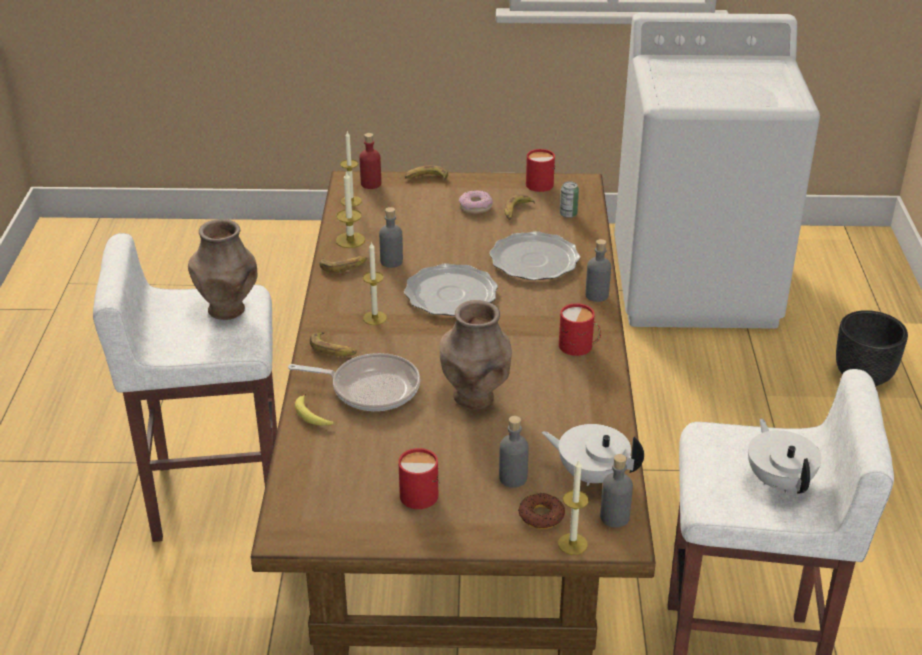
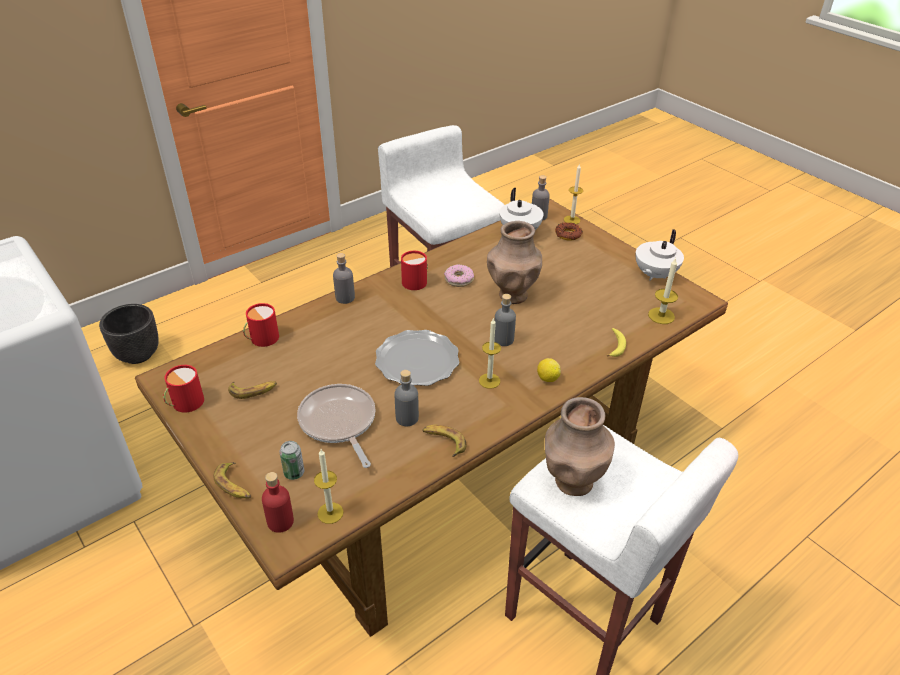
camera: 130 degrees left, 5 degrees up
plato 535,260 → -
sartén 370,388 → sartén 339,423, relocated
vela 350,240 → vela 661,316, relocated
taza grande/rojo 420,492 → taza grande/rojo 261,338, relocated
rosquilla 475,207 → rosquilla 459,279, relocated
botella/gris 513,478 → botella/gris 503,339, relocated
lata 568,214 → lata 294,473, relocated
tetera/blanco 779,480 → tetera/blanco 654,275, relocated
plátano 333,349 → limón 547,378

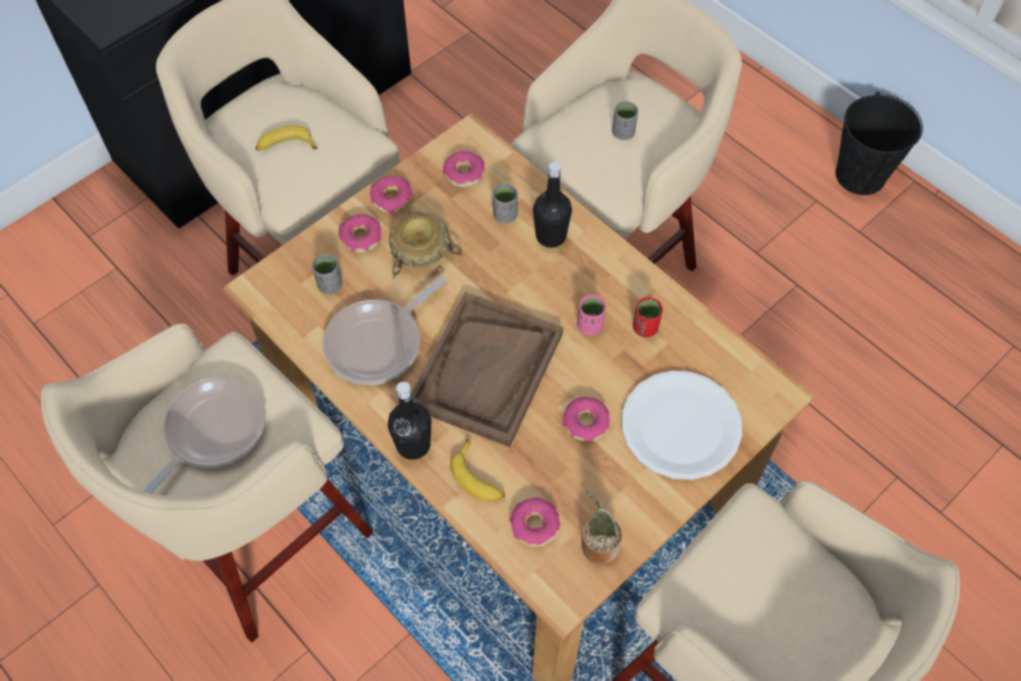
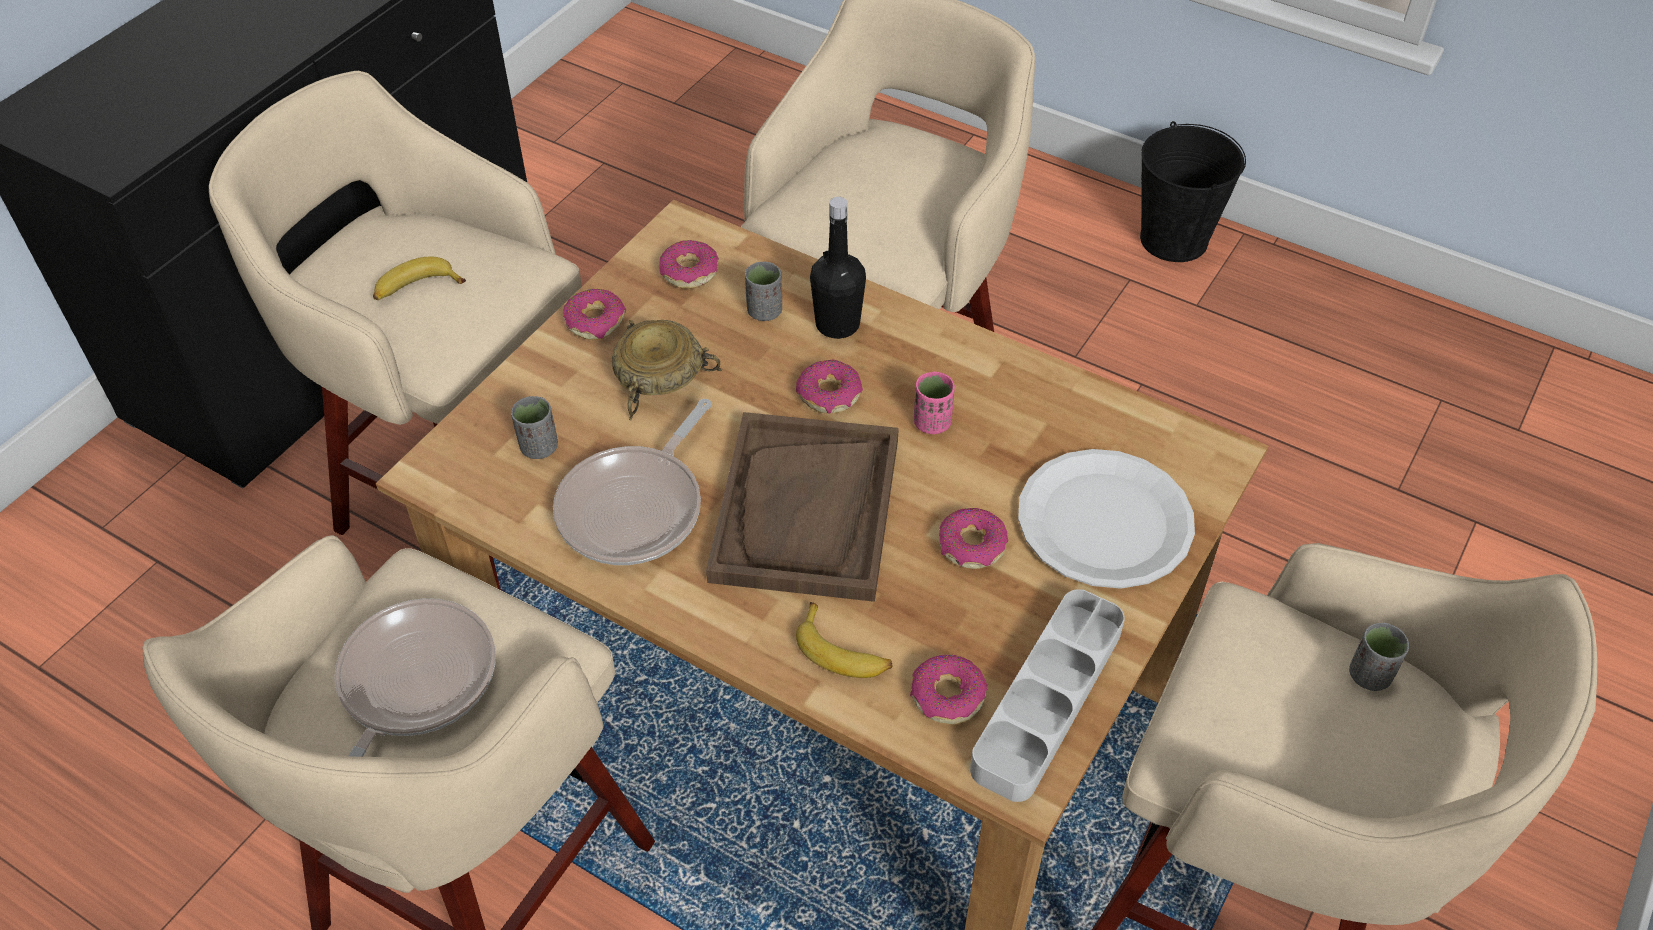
camera: 15 degrees left, 10 degrees down
botella/negro 413,444 → -
taza/rojo 645,328 → -
rosquilla 361,238 → rosquilla 829,395, relocated
taza/gris 623,133 → taza/gris 1369,675, relocated
planta en maceta 598,544 → bandeja/gris 1047,699

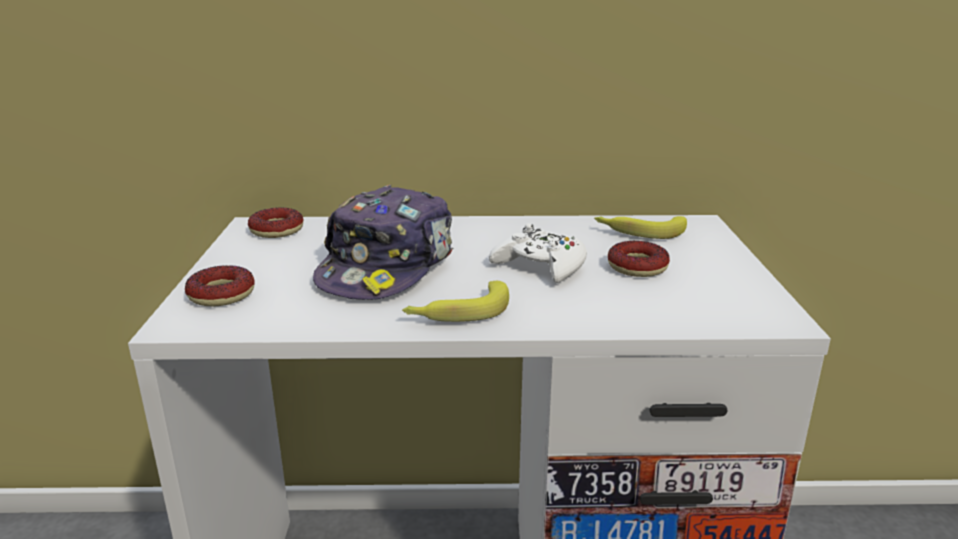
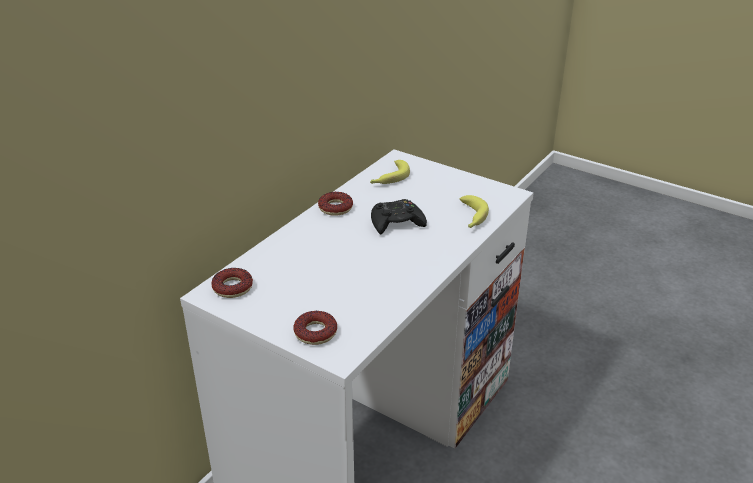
camera: 55 degrees left, 10 degrees up
gorra 388,267 → -
plátano 458,312 → plátano 471,218, relocated
rosquilla 637,267 → rosquilla 335,208, relocated
mando de consola/blanco 540,266 → mando de consola/negro 396,223

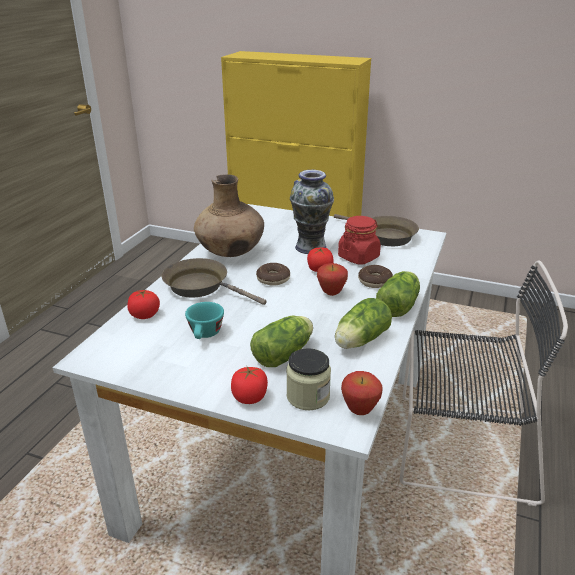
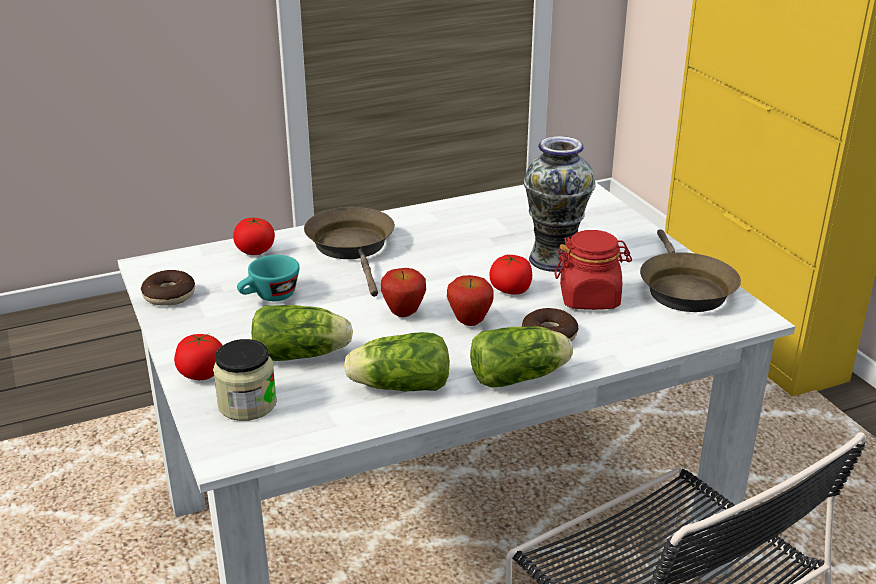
camera: 45 degrees right, 0 degrees up
florero/marrón 231,252 → -
rosquilla 273,279 → rosquilla 169,296, relocated
manzana 360,411 → manzana 404,314, relocated

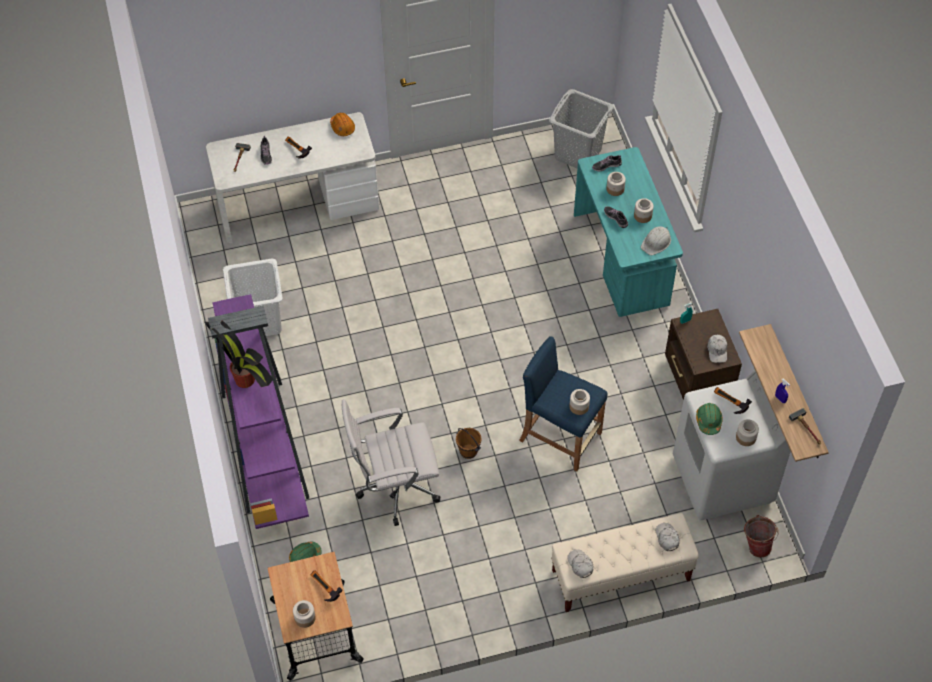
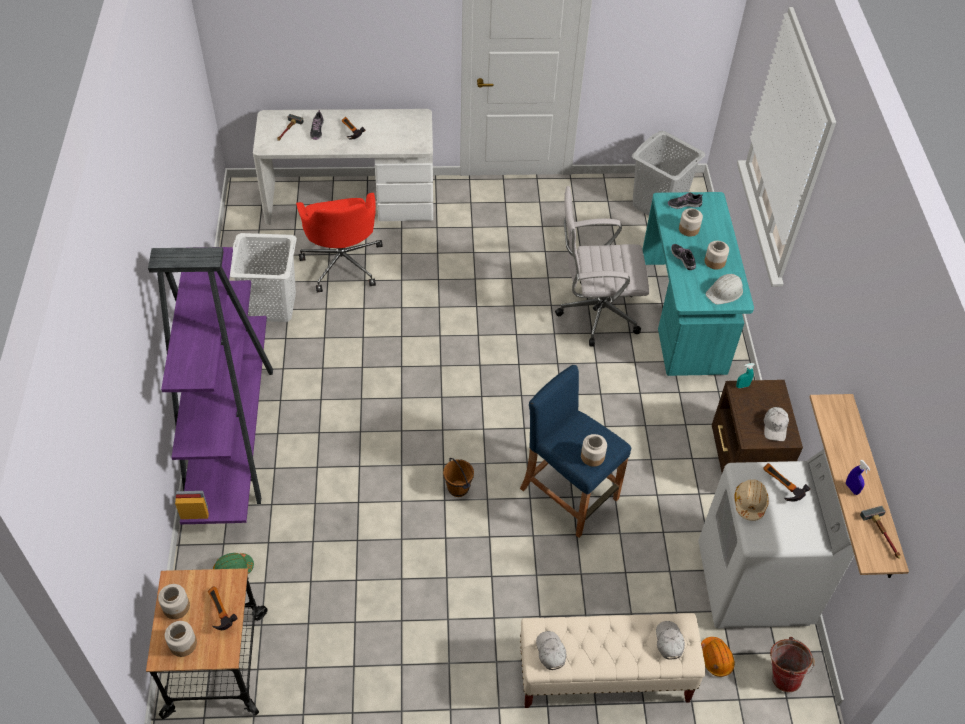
camera: 10 degrees right, 5 degrees down
planta en maceta 245,380 → -
- → silla de oficina/rojo 342,262
casco/naranja 342,127 → casco/naranja 716,659, relocated
silla de oficina/blanco 394,488 → silla de oficina/blanco 595,314, relocated
tarro 746,437 → tarro 176,607, relocated
casco/verde 708,421 → casco/beis 750,502

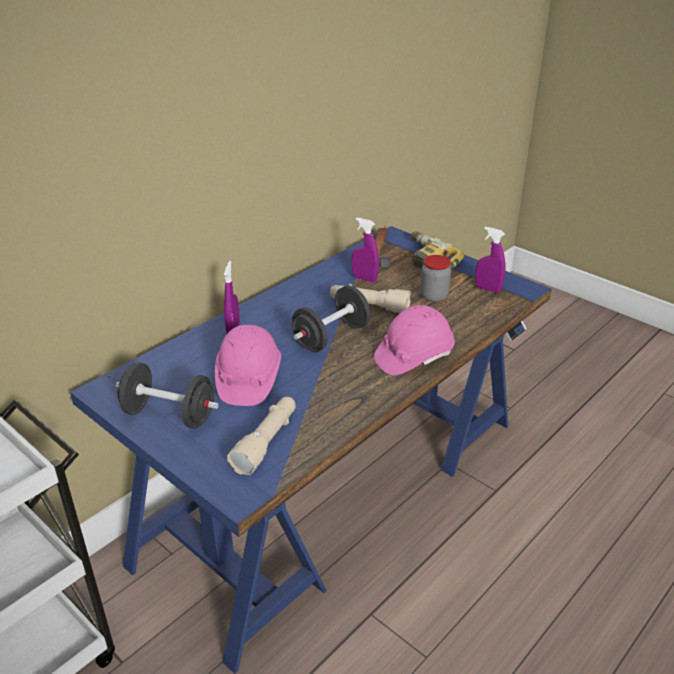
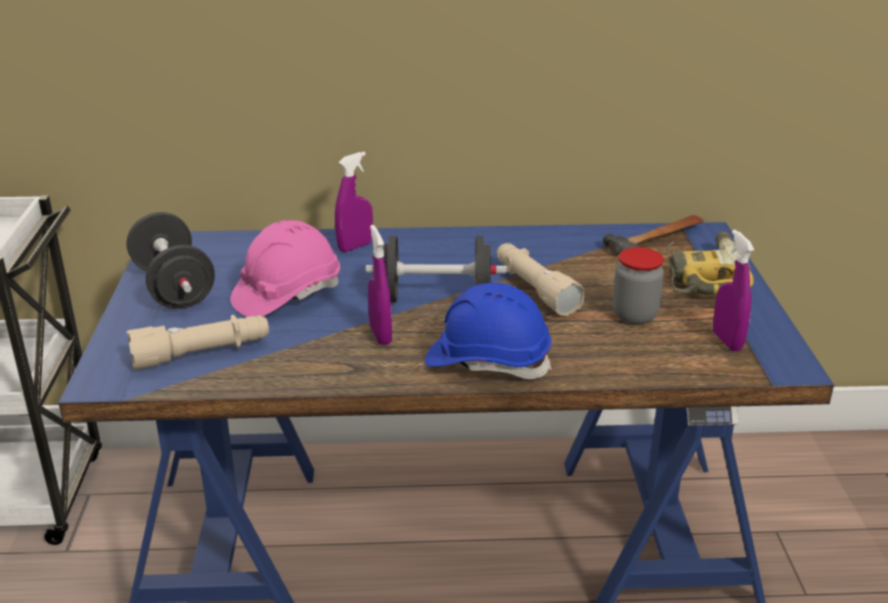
camera: 45 degrees right, 5 degrees down
pulverizador/morado 364,279 → pulverizador/morado 380,335, relocated
casco/rosa 413,357 → casco/azul 487,361

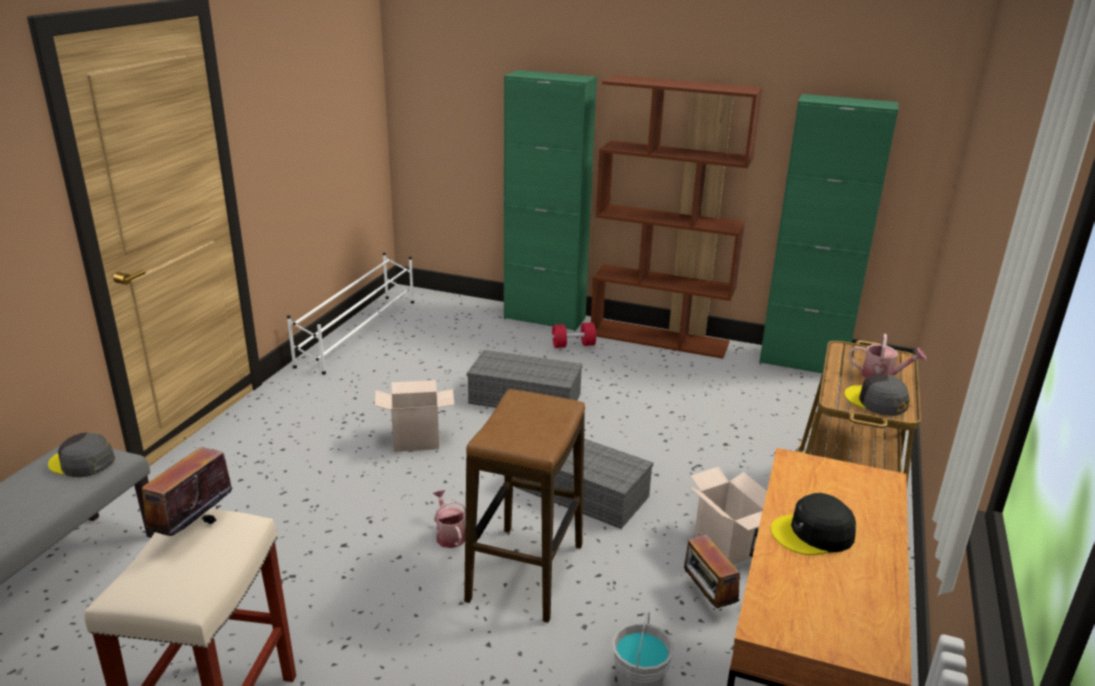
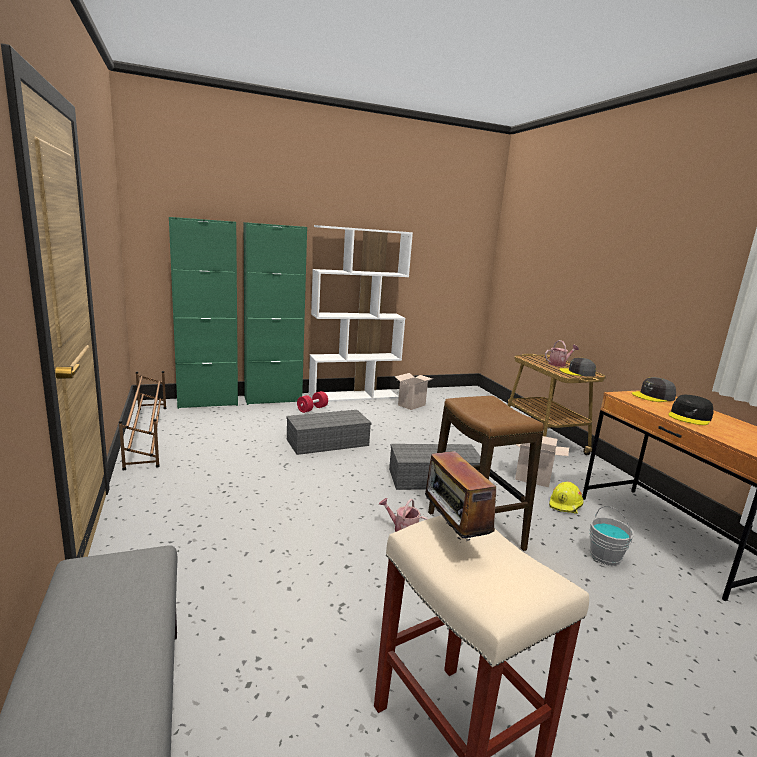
camera: 40 degrees left, 10 degrees down
gorra/gris 82,462 → gorra/gris 653,396, relocated
caja de cartón 418,441 → caja de cartón 411,404, relocated
armario/verde 802,362 → armario/verde 207,403, relocated
radio 707,600 → casco/amarillo 565,505
zapatero/blanco 359,332 → zapatero/marrón 148,434
estantería/marrón 660,338 → estantería/blanco 354,396

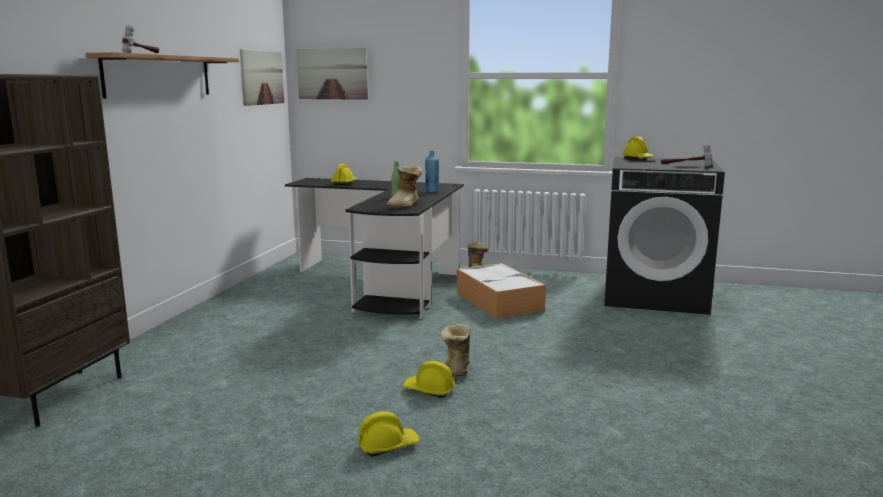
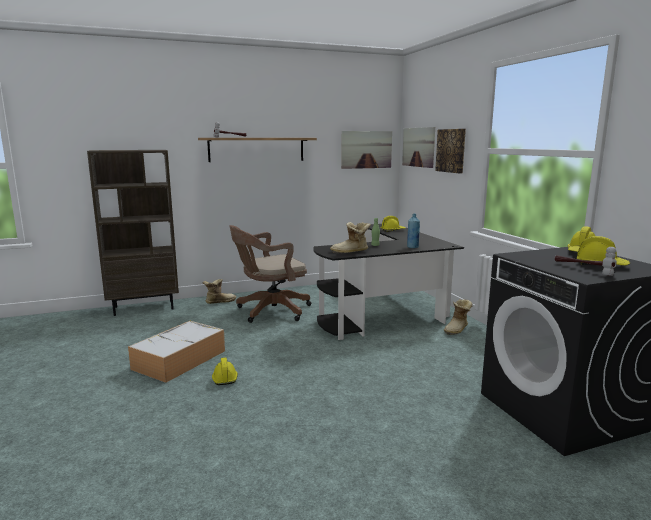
camera: 55 degrees right, 0 degrees up
- → silla de oficina/marrón 270,311
- → cuadro 451,150
casco/amarillo 387,446 → casco/amarillo 601,265, relocated
bota 456,368 → bota 219,302, relocated
caja de almacenaje 500,302 → caja de almacenaje 179,360, relocated

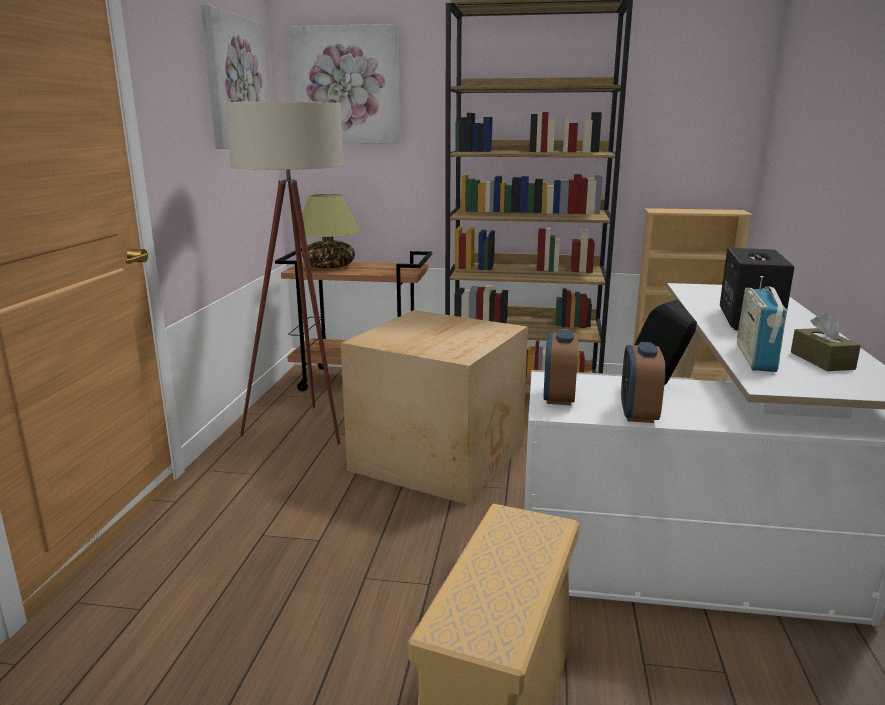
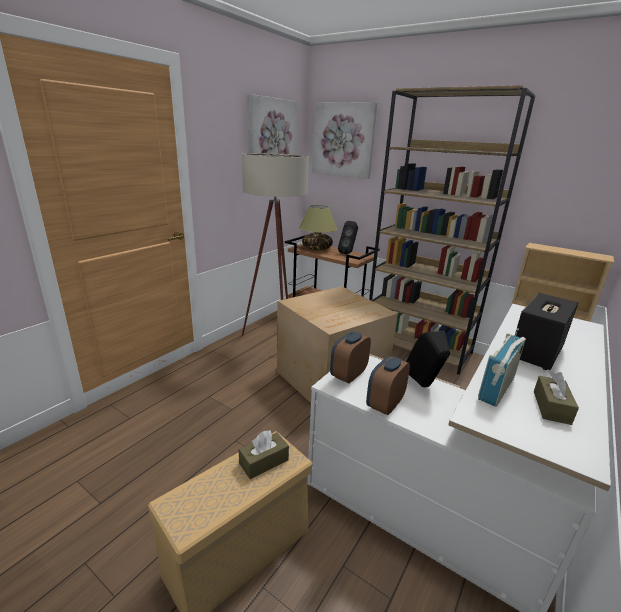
camera: 25 degrees right, 5 degrees up
- → caja de pañuelos/marrón 264,462
- → altavoz/negro 348,253

